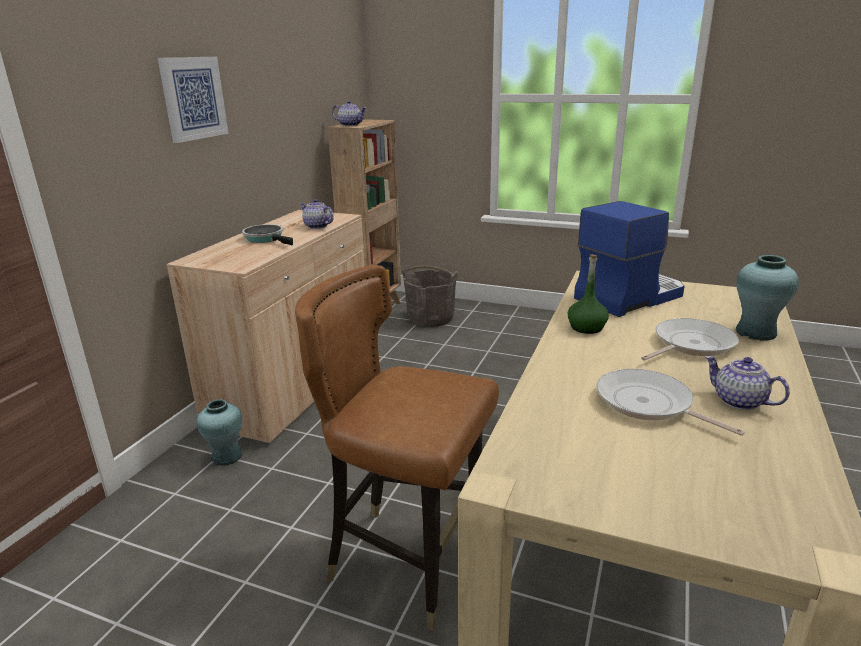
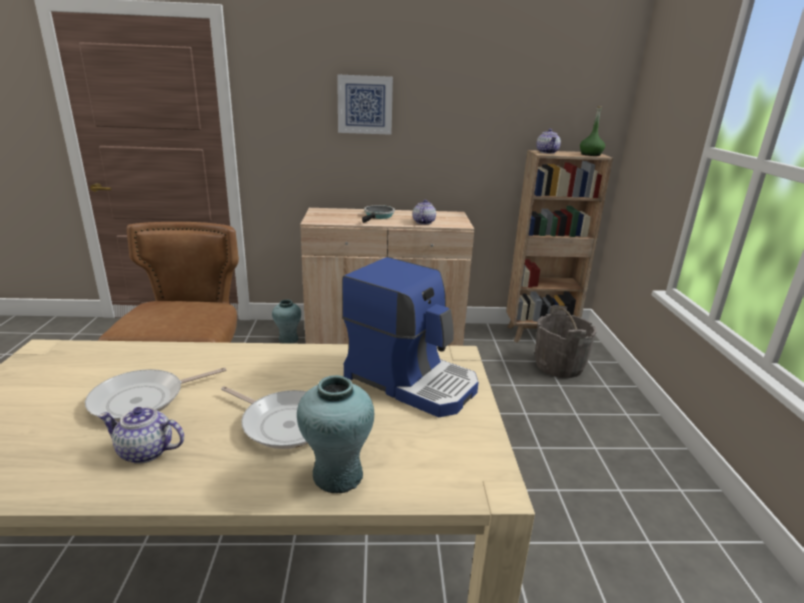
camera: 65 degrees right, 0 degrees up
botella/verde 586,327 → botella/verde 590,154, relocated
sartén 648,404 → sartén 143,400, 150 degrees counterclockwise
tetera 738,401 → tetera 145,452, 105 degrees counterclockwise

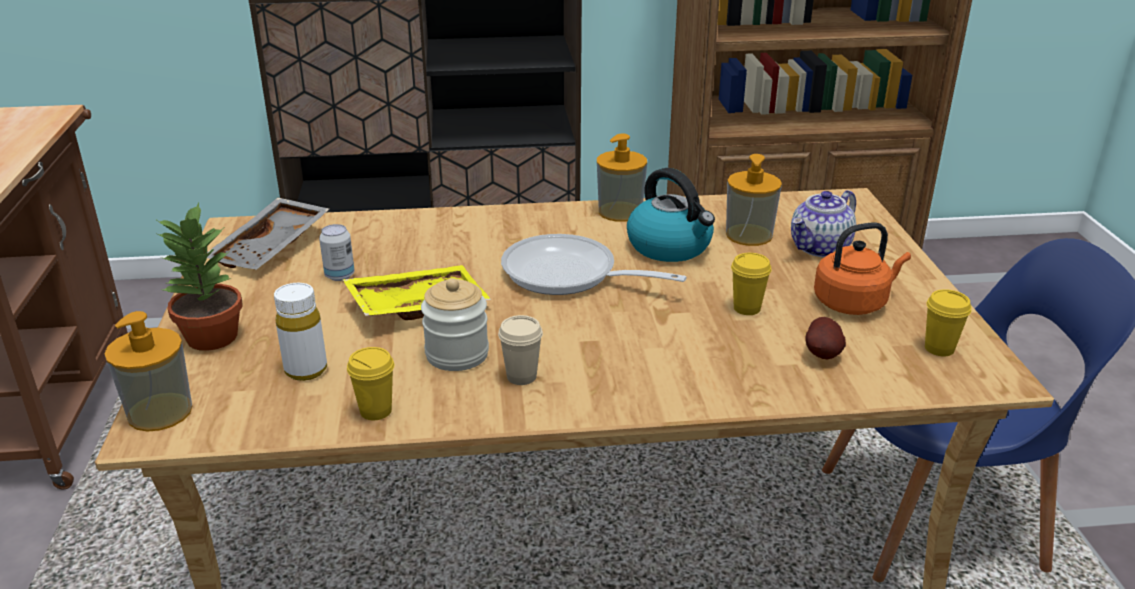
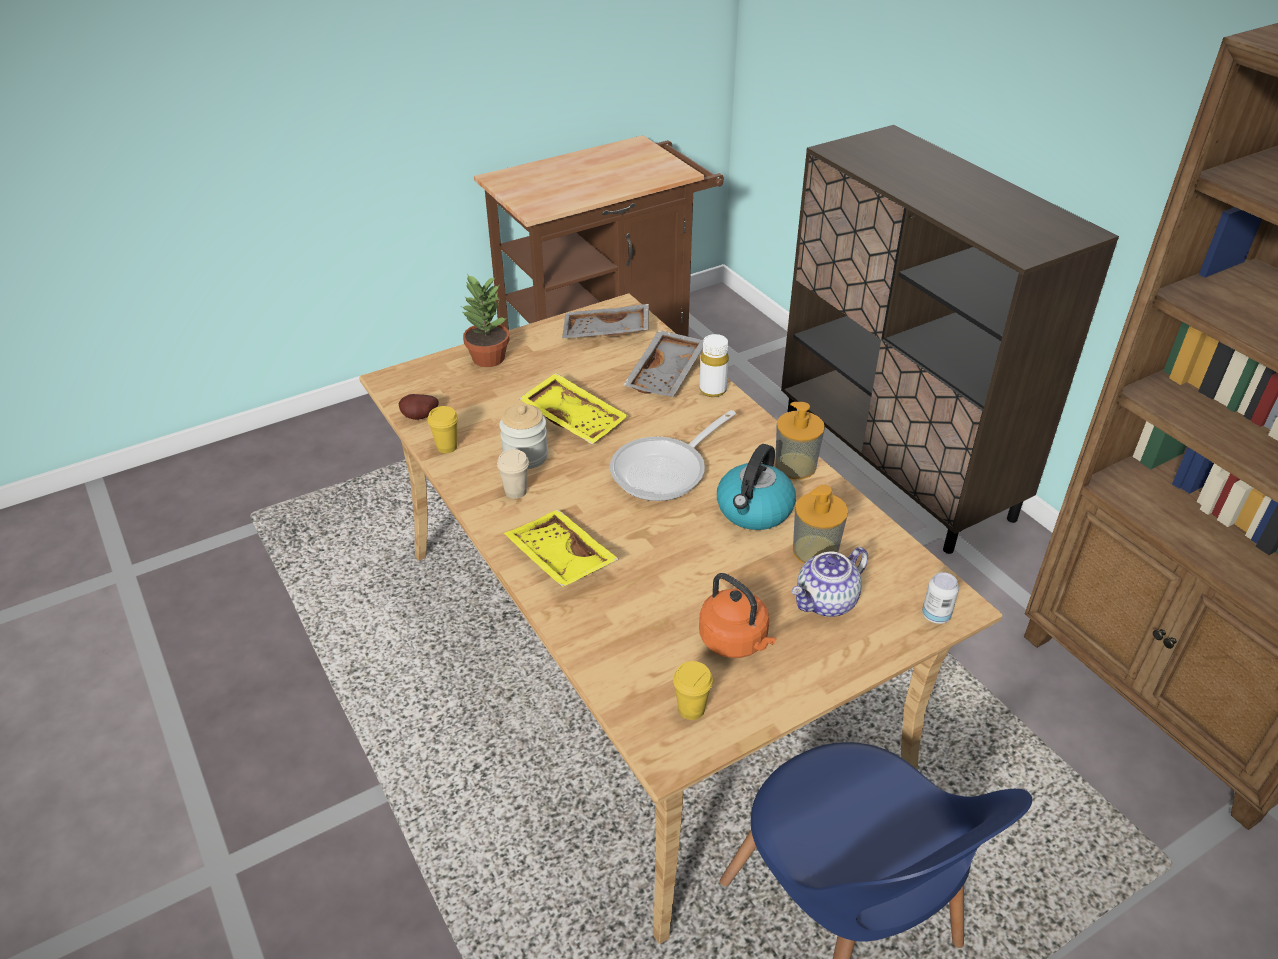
camera: 65 degrees right, 10 degrees up
dispensador de jabón 160,412 → -
taza/amarillo 746,308 → -
- → bandeja/amarillo 558,559
- → bandeja/gris 667,374
botella/blanco 306,370 → botella/blanco 712,390, relocated
lata 339,276 → lata 936,615, relocated
patata 823,355 → patata 420,418, relocated
sartén 568,275 → sartén 665,471, 135 degrees counterclockwise
tetera 820,248 → tetera 826,602, 60 degrees counterclockwise

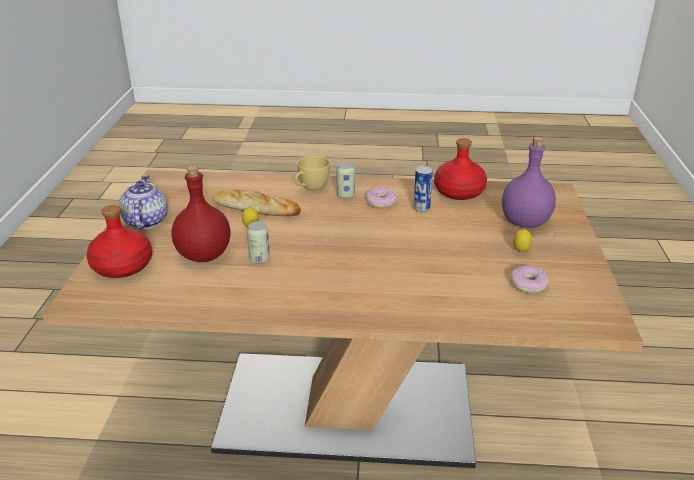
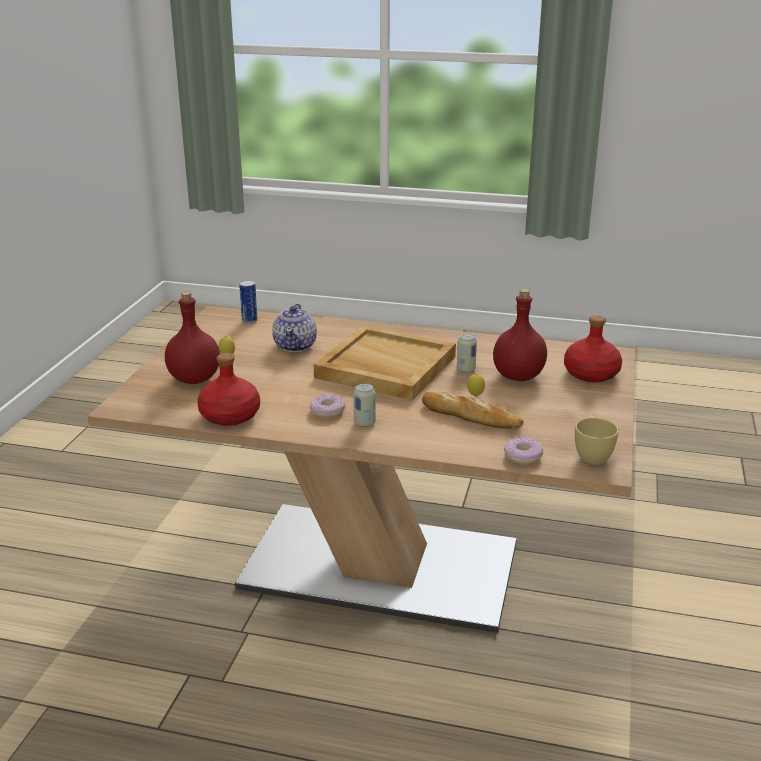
camera: 170 degrees left, 5 degrees down
- → bandeja/beis 384,367
tetera 145,222 → tetera 296,346, relocated
taza/amarillo 311,188 → taza/amarillo 597,457, relocated
lata 421,208 → lata 249,321, relocated
rosquilla 528,284 → rosquilla 522,456, relocated
botella/morado 525,222 → botella/rojo 193,379

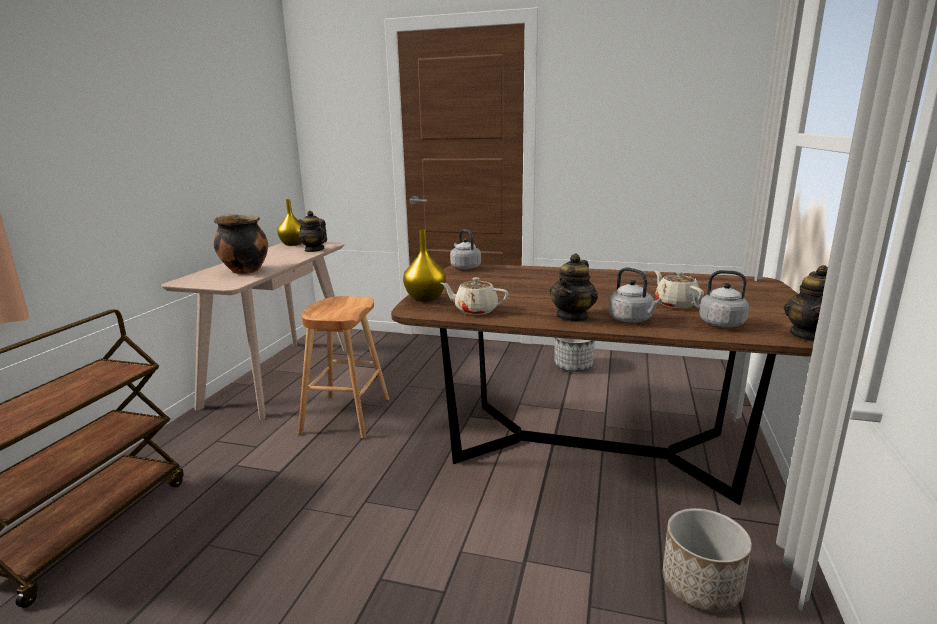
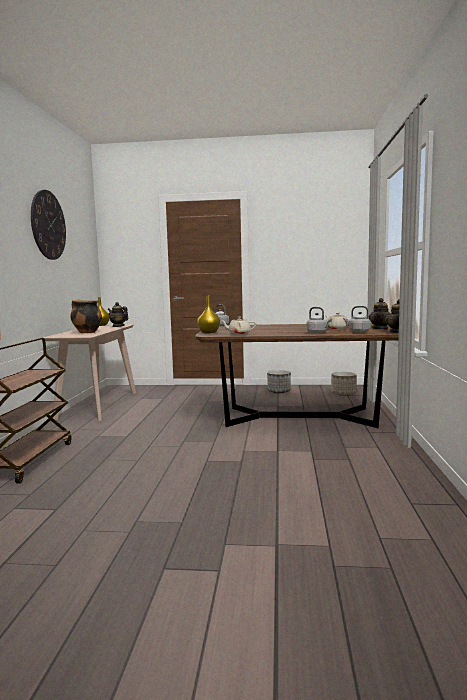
camera: 10 degrees left, 10 degrees down
taburete/marrón 346,415 → -
- → reloj de pared 48,225
tetera 573,317 → tetera 380,329, relocated
maceta 700,586 → maceta 343,394, relocated

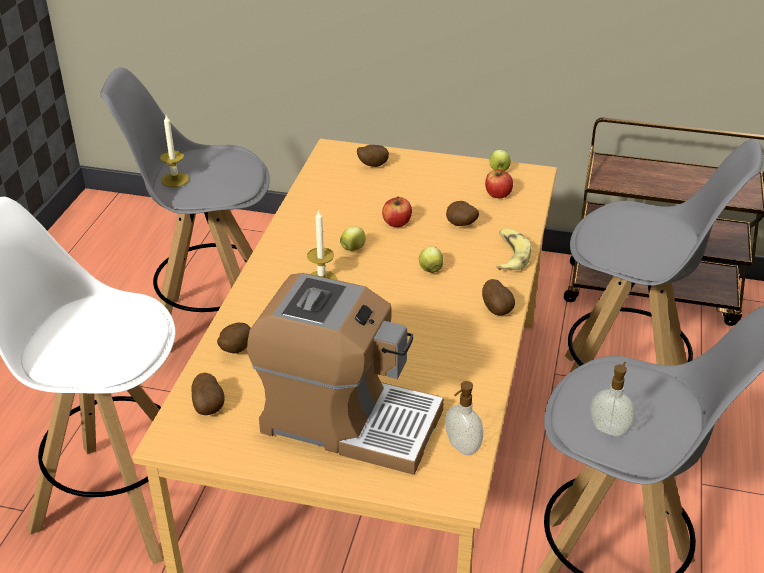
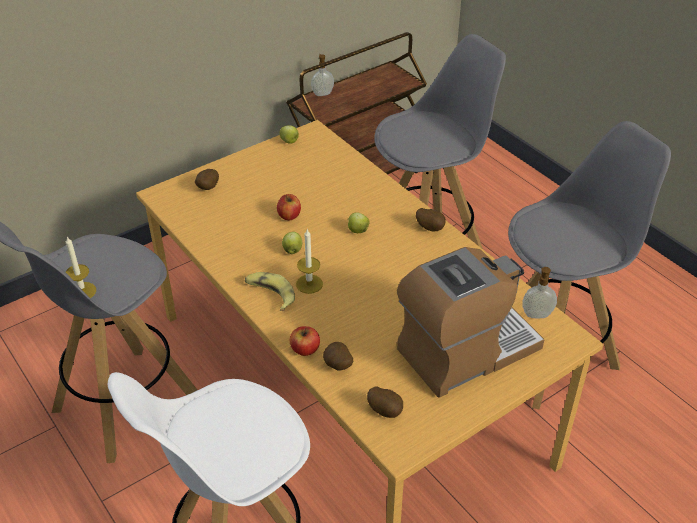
camera: 50 degrees left, 5 degrees up
patata 460,225 → -
manzana 497,194 → manzana 305,349, relocated
plátano 510,255 → plátano 270,294, relocated
dispensador de jabón 609,428 → dispensador de jabón 322,93, relocated

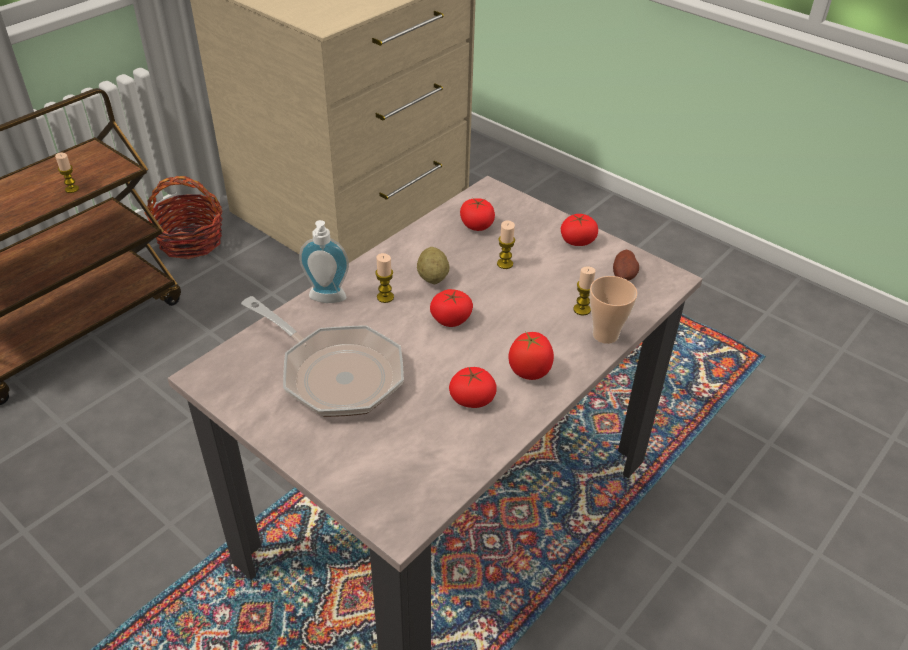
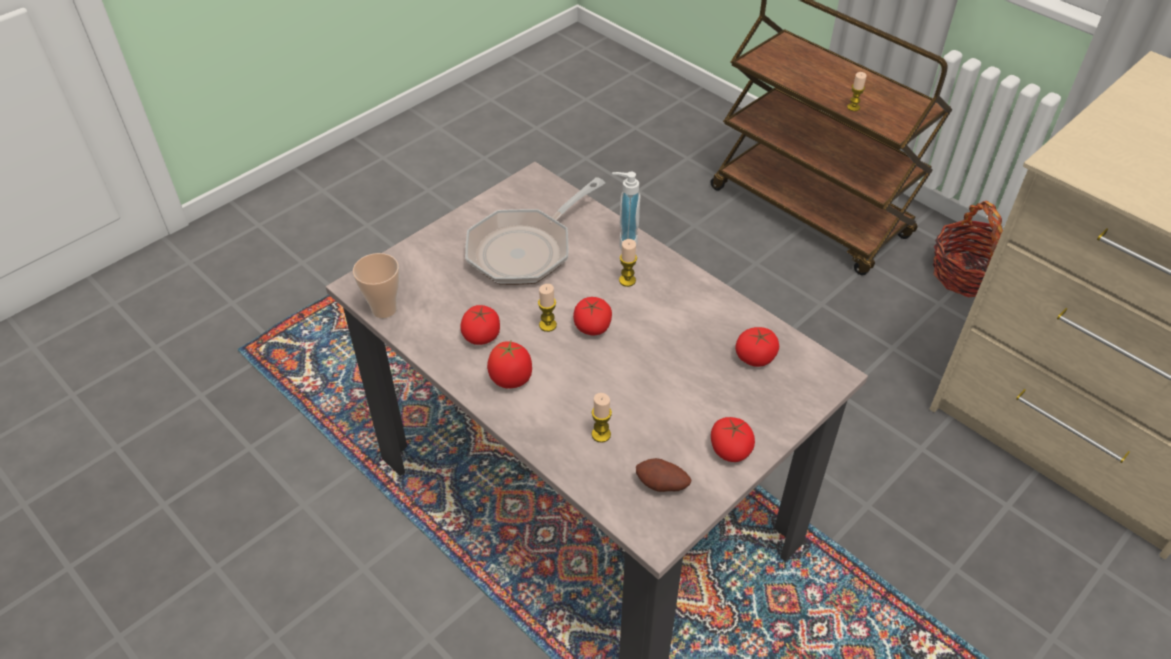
camera: 95 degrees right, 5 degrees up
patata 433,277 → -
vela 505,264 → vela 547,325, relocated
taza 605,335 → taza 384,309, relocated

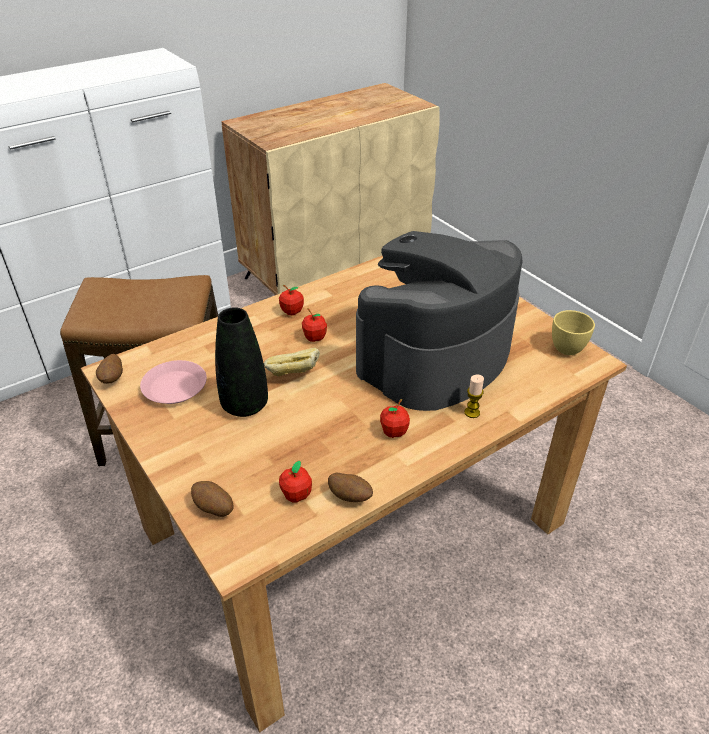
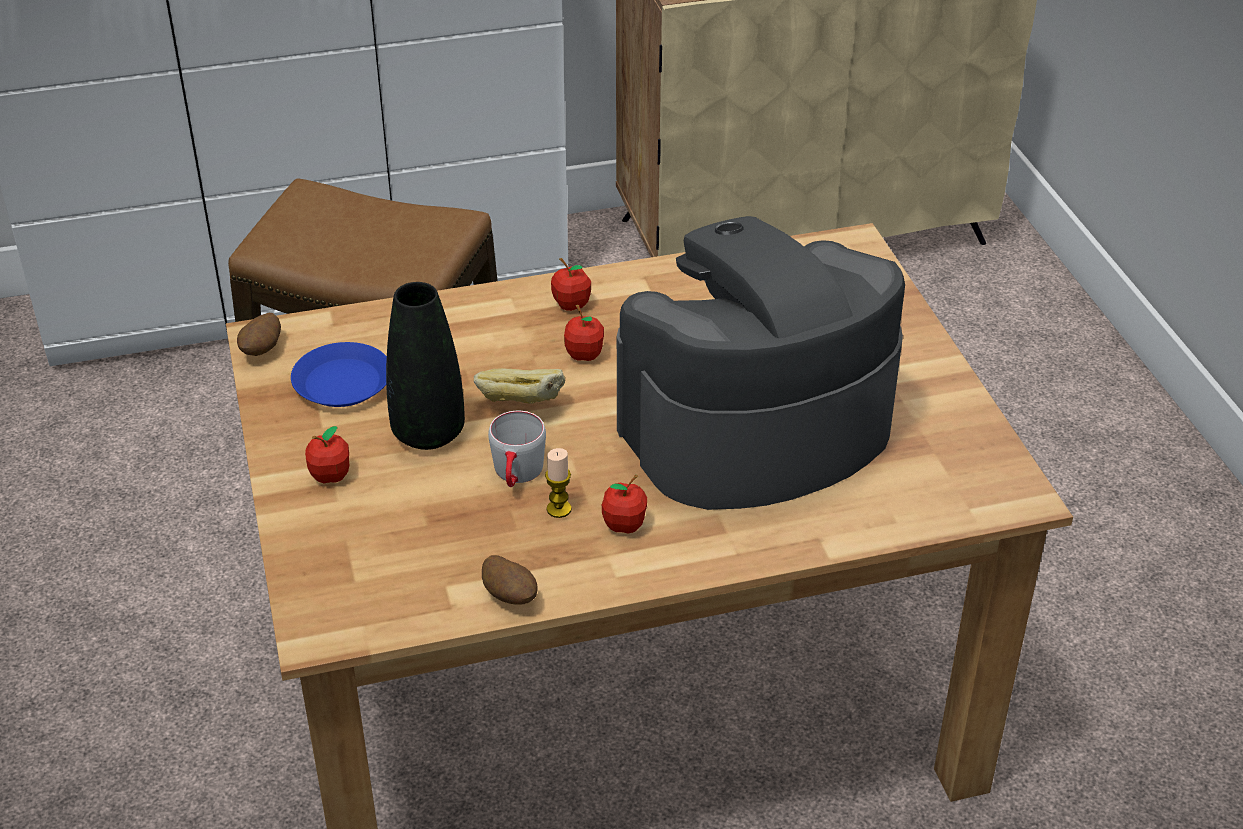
camera: 20 degrees right, 0 degrees up
patata 214,508 → -
taza/amarillo 568,346 → -
- → taza grande/gris 517,475
manzana 296,495 → manzana 330,476, relocated
vela 472,412 → vela 559,509, relocated
plato/rosa 175,387 → plato/azul 343,382

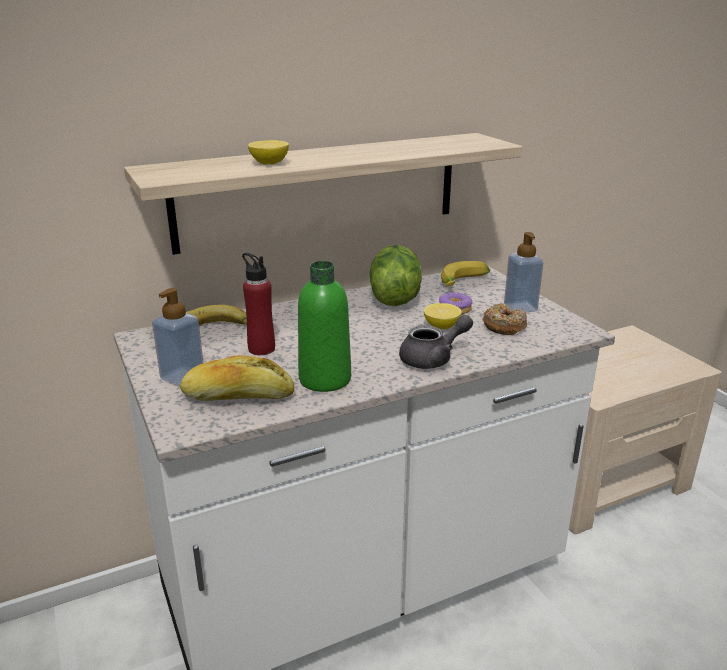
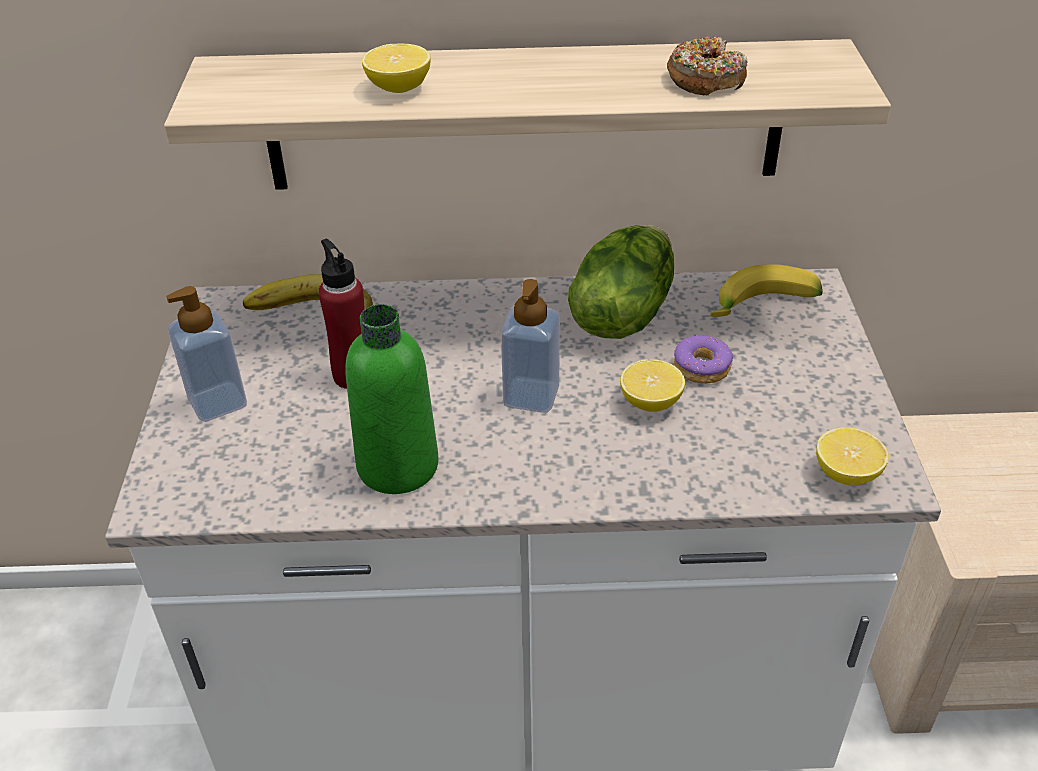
camera: 25 degrees right, 15 degrees up
pan 238,397 → -
tetera/gris 433,359 → -
- → limón 846,474
rosquilla 504,326 → rosquilla 705,79, relocated
dispensador de jabón 520,307 → dispensador de jabón 531,396, relocated

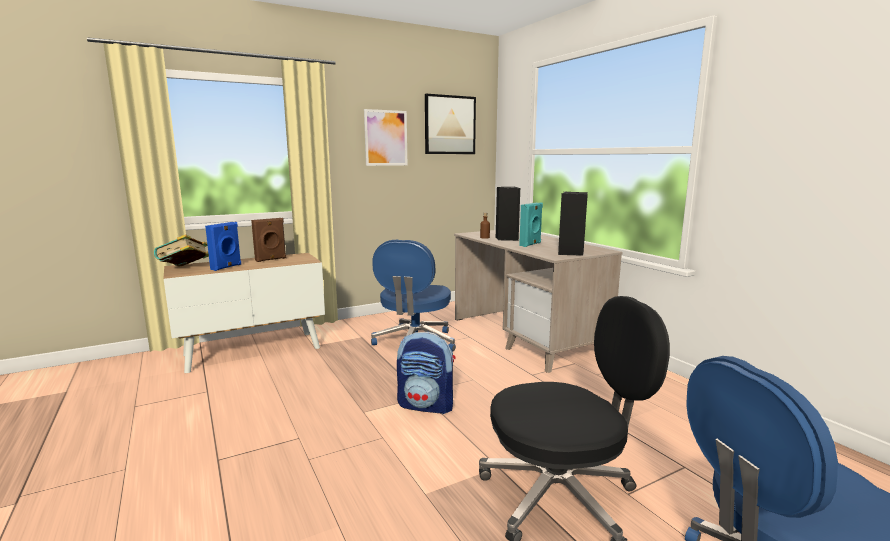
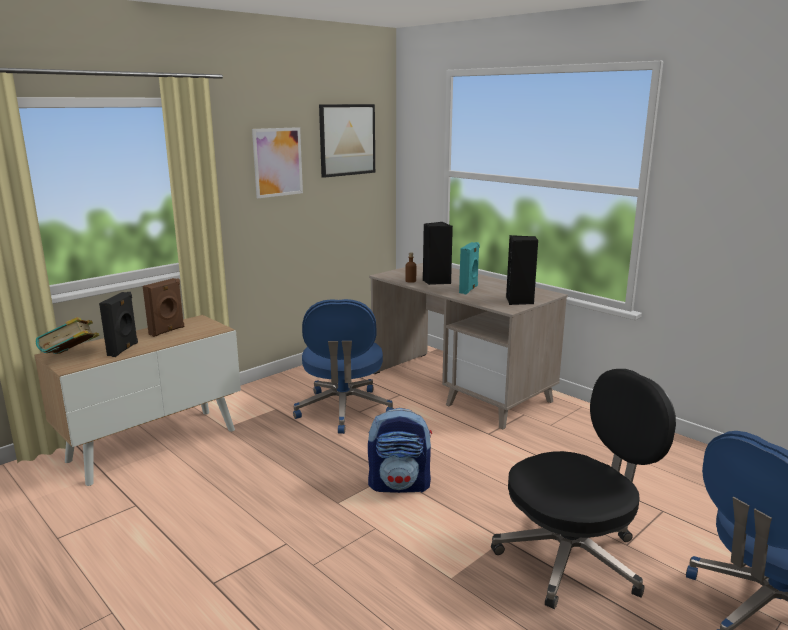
camera: 15 degrees left, 5 degrees up
altavoz/azul 227,267 → altavoz/negro 124,349

